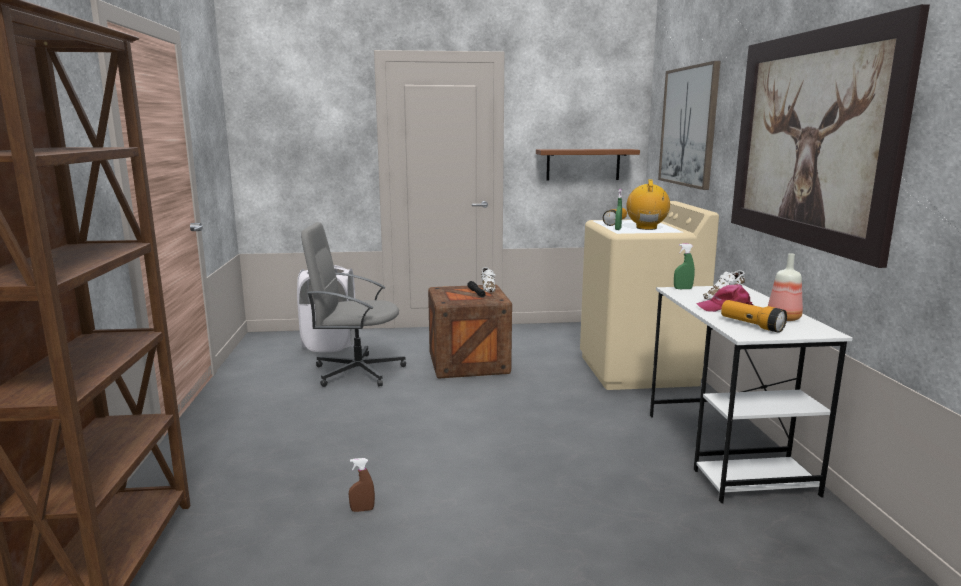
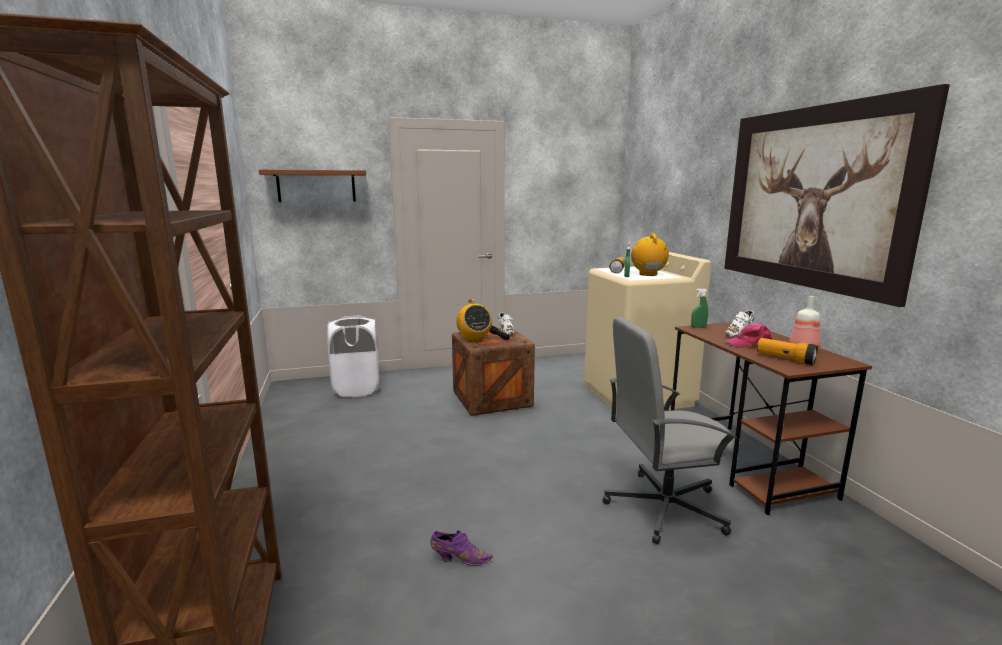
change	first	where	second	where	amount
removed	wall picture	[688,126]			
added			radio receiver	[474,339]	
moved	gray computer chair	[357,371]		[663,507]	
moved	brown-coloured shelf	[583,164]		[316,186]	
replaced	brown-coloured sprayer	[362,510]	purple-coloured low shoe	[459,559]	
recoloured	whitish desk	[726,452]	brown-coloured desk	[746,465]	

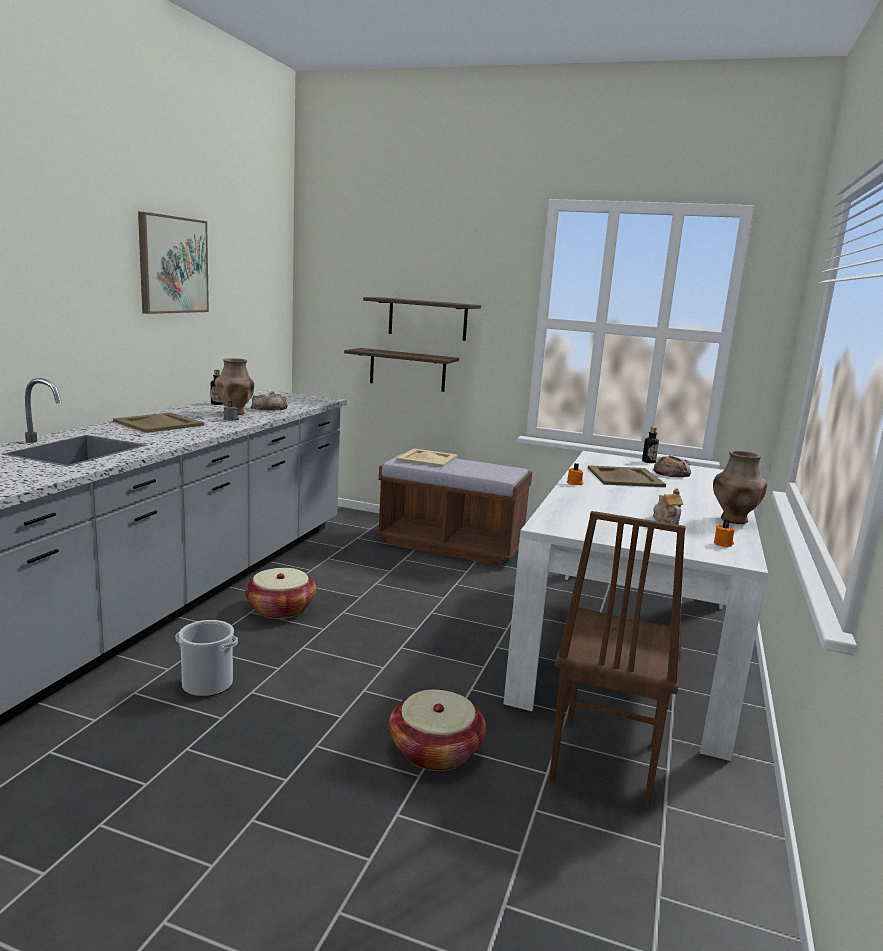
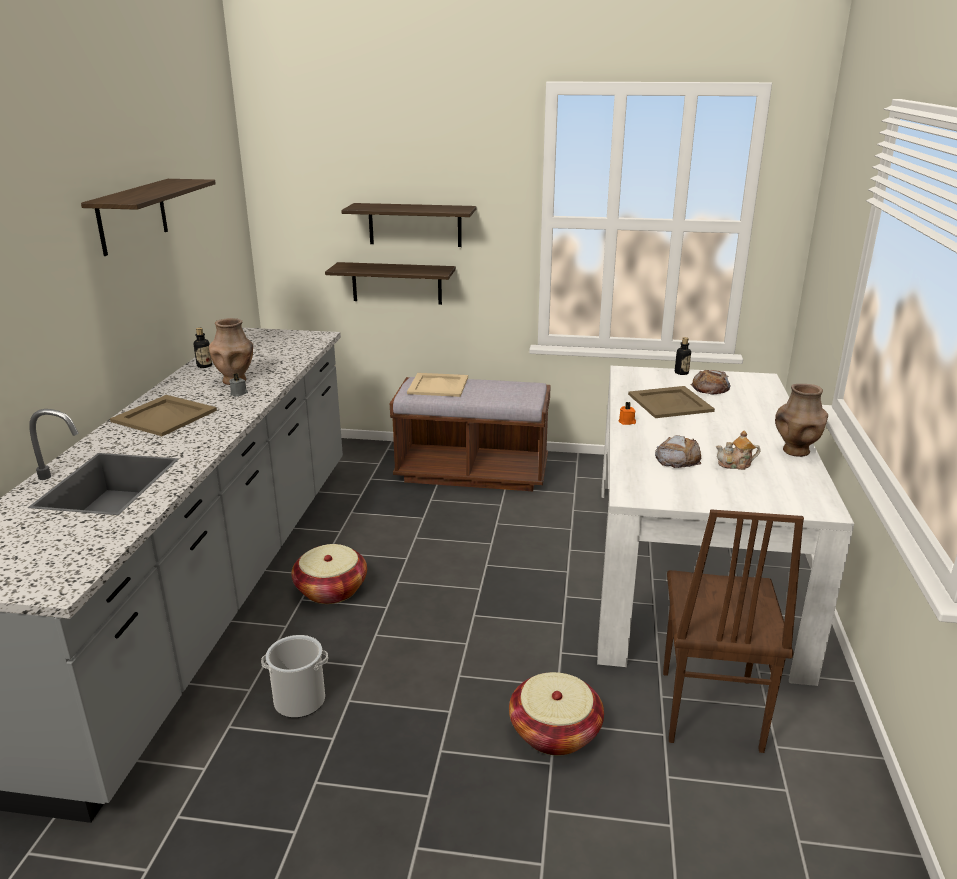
change	first	where	second	where	amount
removed	orangey candle	[723,544]			
moved	baked bread	[269,408]		[677,458]	
replaced	wall picture	[173,265]	shelf	[132,216]	
turned	pot for tea	[665,520]		[735,464]	75 degrees counterclockwise

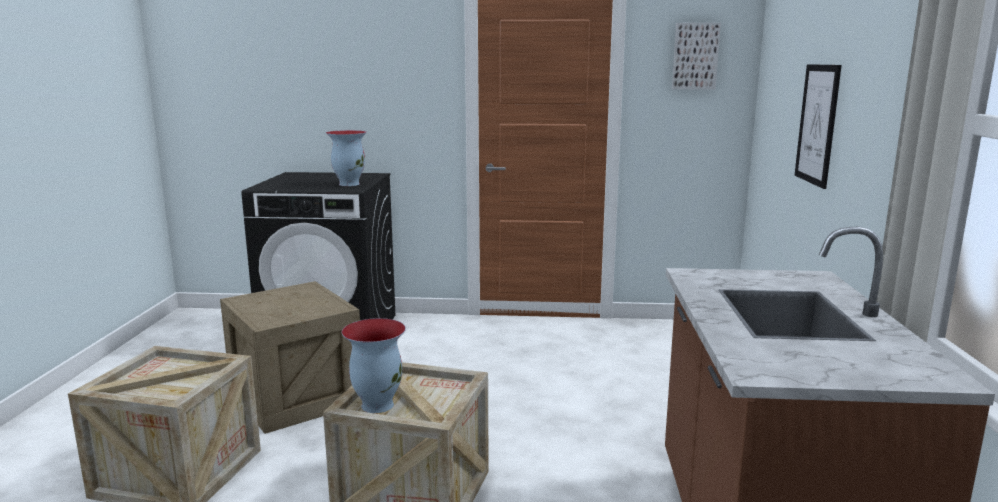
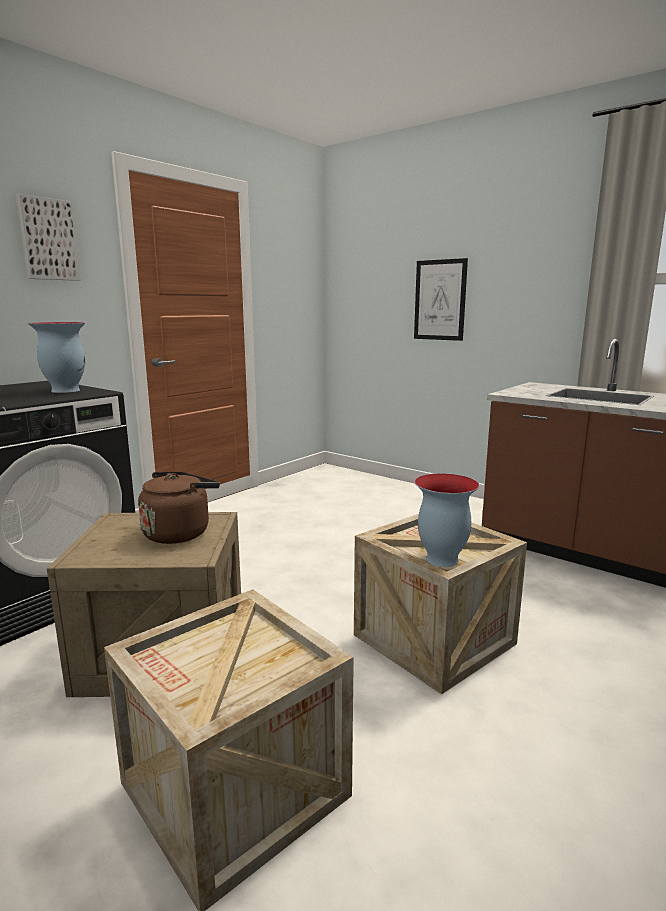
change	first	where	second	where	amount
added			brown-coloured kettle	[179,532]	
moved	wall picture	[695,56]		[48,239]	

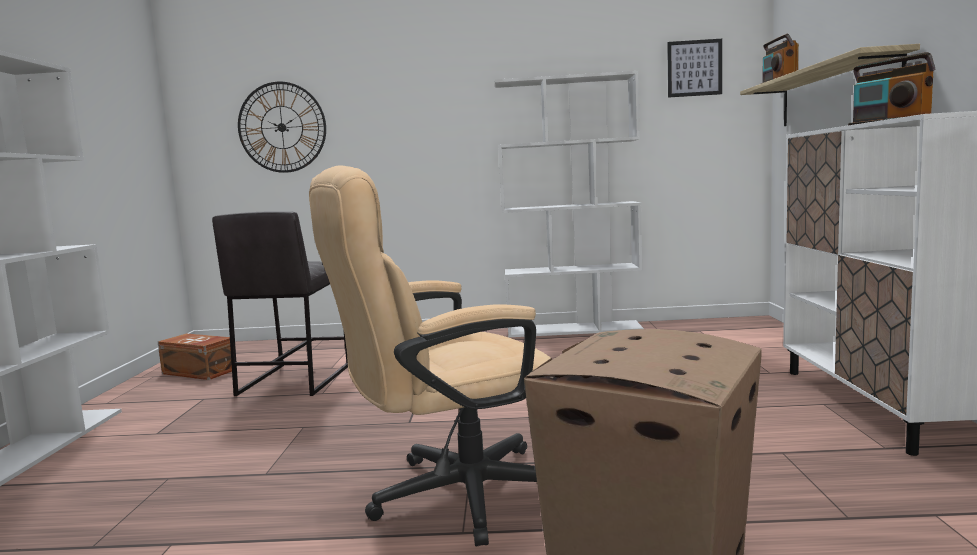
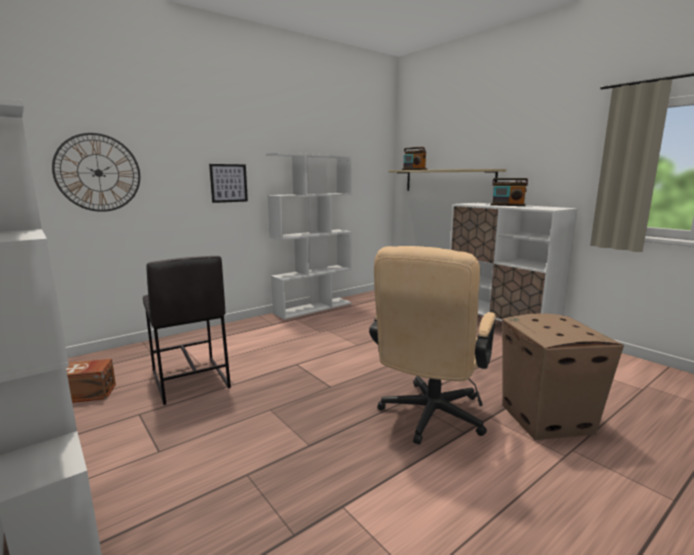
change	first	where	second	where	amount
moved	wall picture	[694,68]		[228,183]	

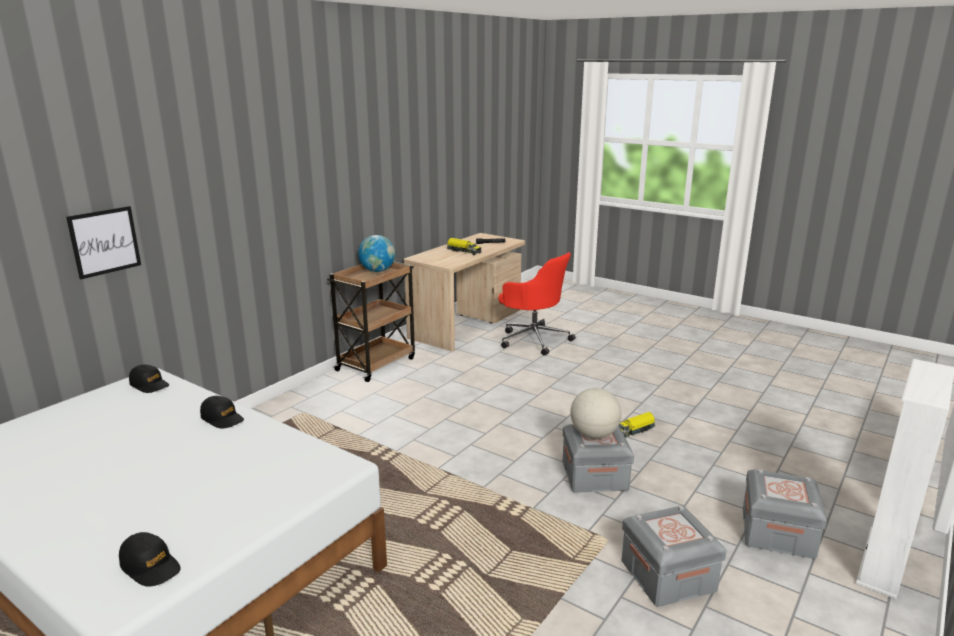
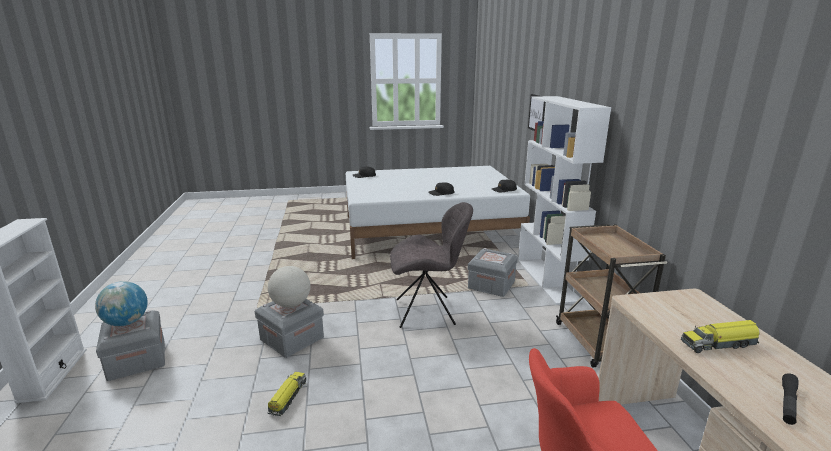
change	first	where	second	where	amount
added			gray upright chair	[427,312]	
added			whitish bookcase	[548,280]	
moved	world globe	[378,271]		[126,322]	
moved	gray storage bin	[668,576]		[491,285]	

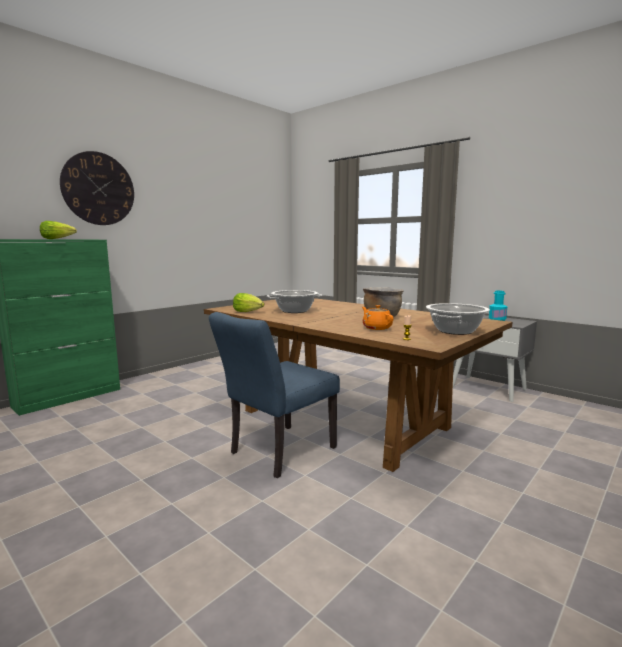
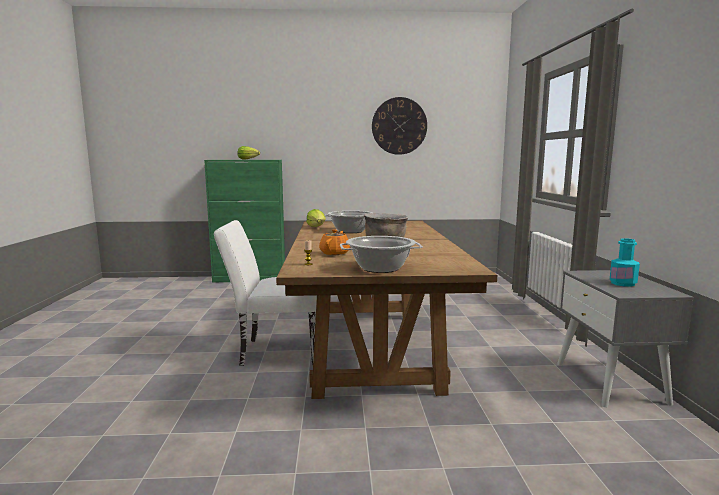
change	first	where	second	where	amount
moved	clock on the wall	[98,189]		[399,126]	
recoloured	blue upright chair	[277,453]	whitish upright chair	[274,352]	

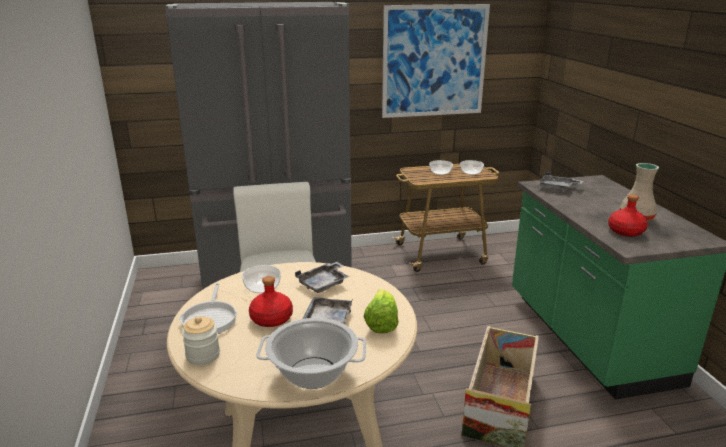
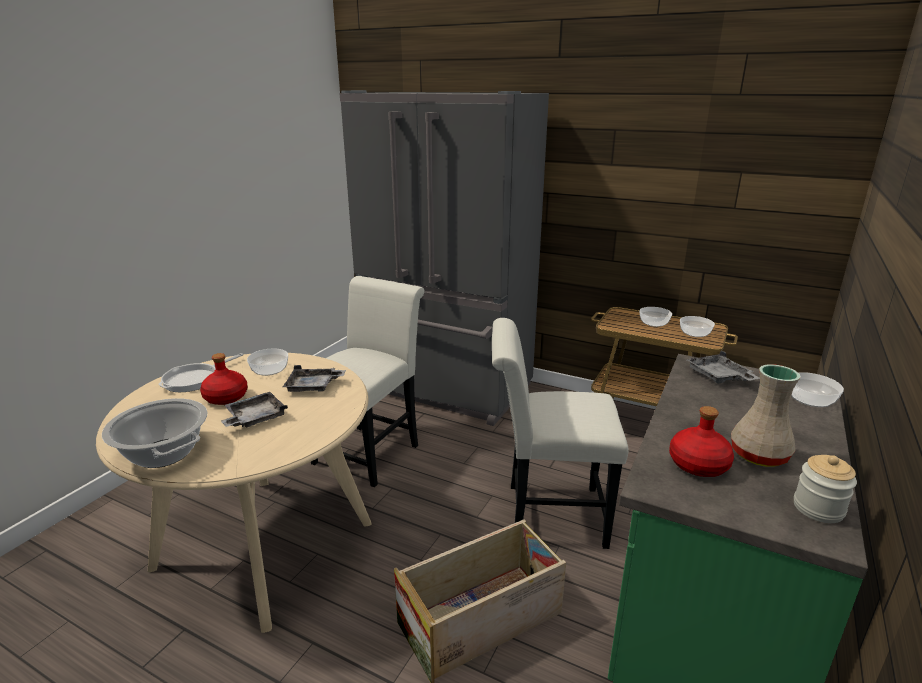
change	first	where	second	where	amount
removed	lettuce head	[381,323]			
removed	wall picture	[434,61]			
added			whitish upright chair	[546,514]	
added			bowl	[811,400]	
moved	preserve jar	[203,355]		[818,508]	

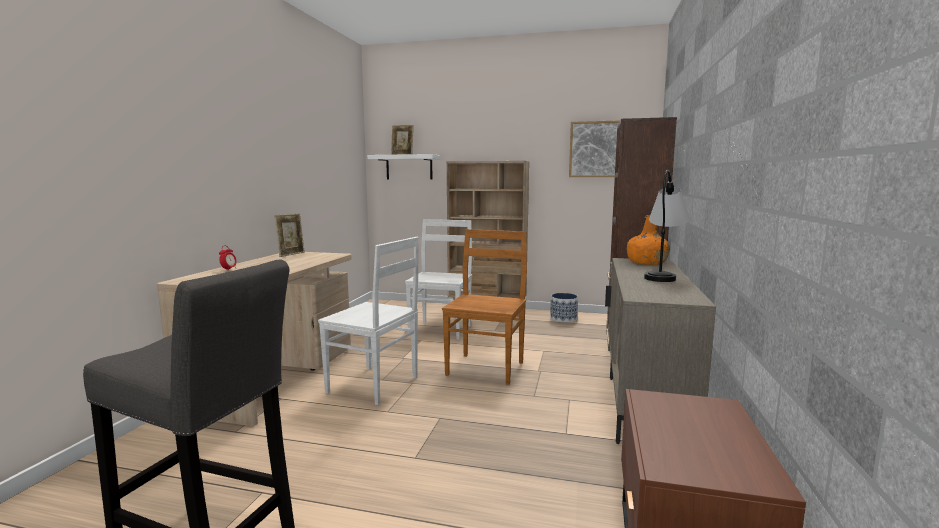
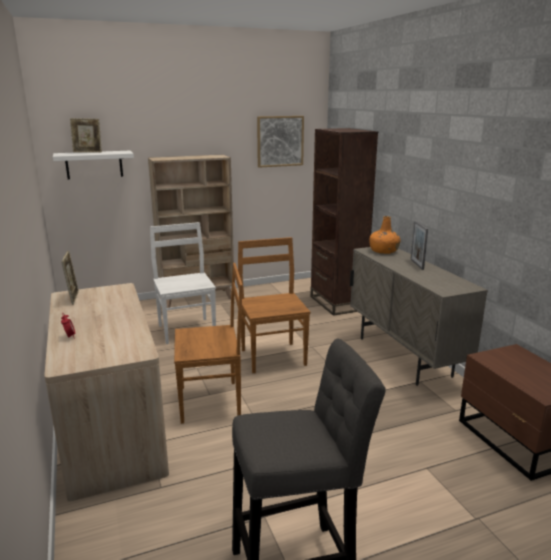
change	first	where	second	where	amount
removed	planter	[563,319]			
replaced	tabletop lamp	[663,275]	picture frame	[416,264]	
recoloured	whitish upright chair	[375,385]	brown-coloured upright chair	[212,401]	

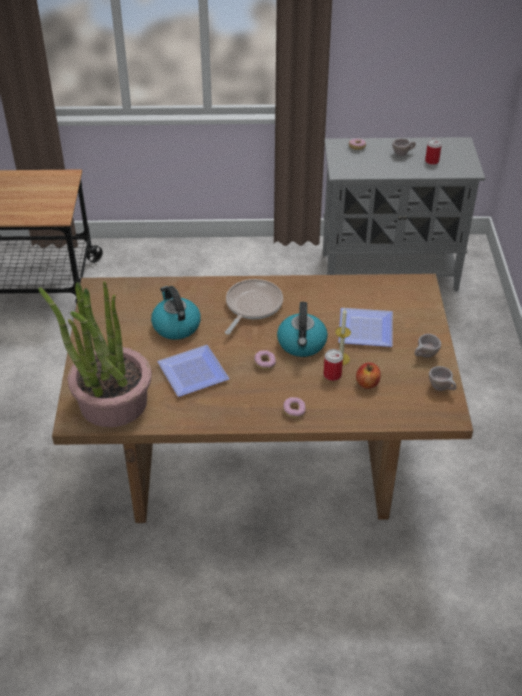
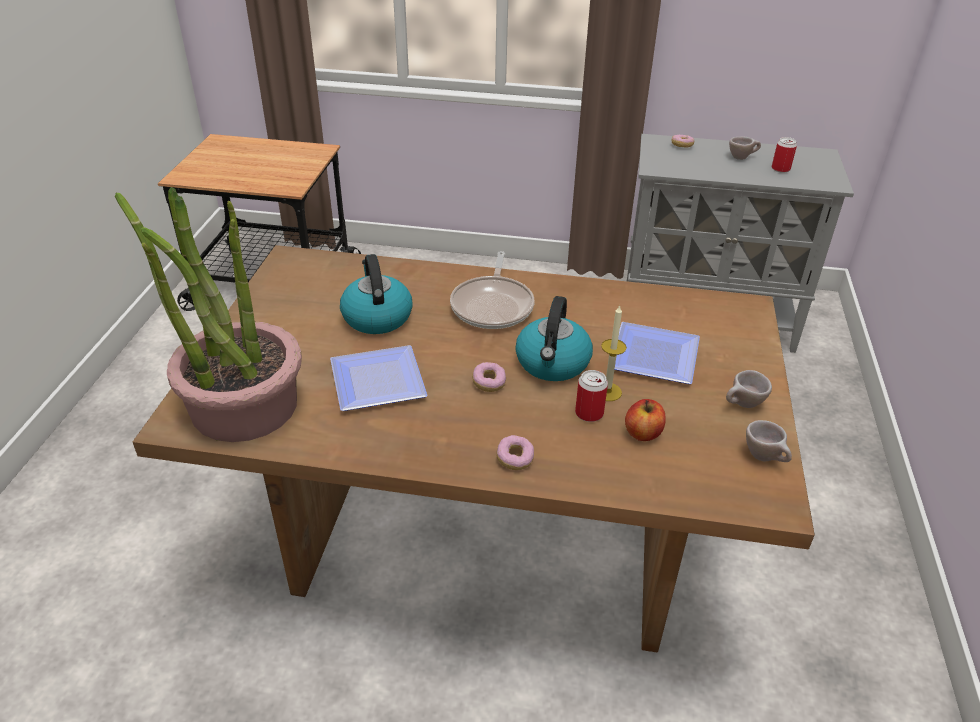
change	first	where	second	where	amount
turned	frying pan	[252,306]		[493,305]	150 degrees clockwise

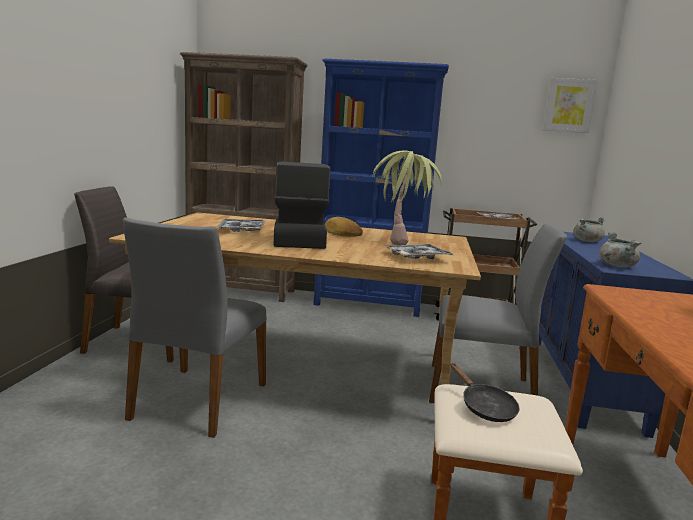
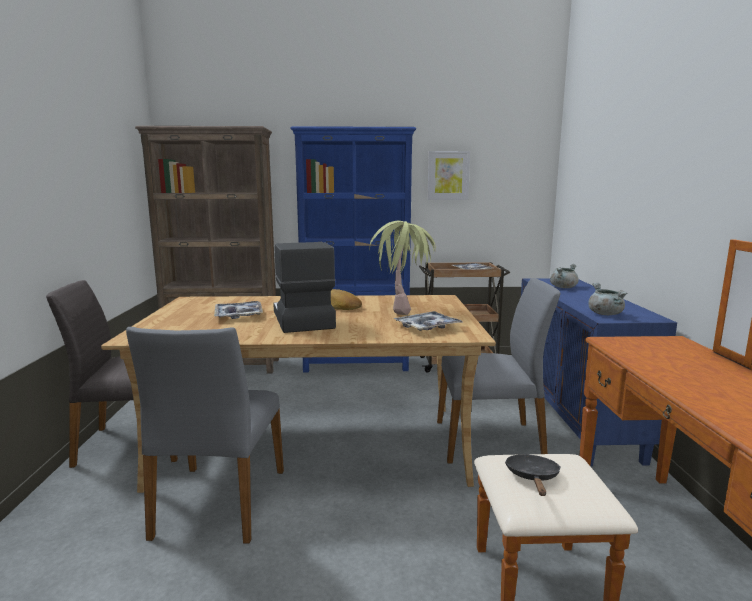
change	first	where	second	where	amount
moved	wall picture	[569,105]		[448,175]	
turned	black-coloured frying pan	[484,407]		[533,478]	135 degrees counterclockwise

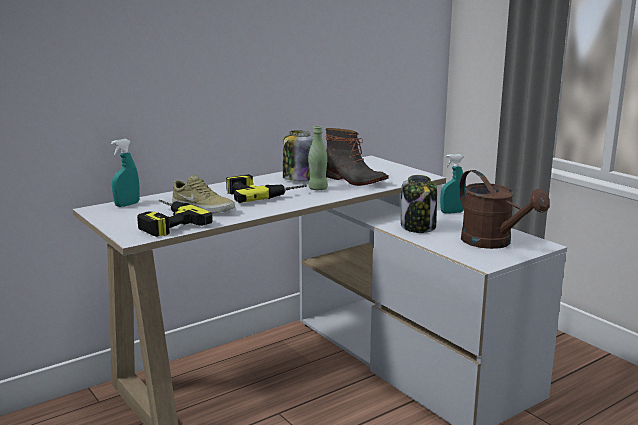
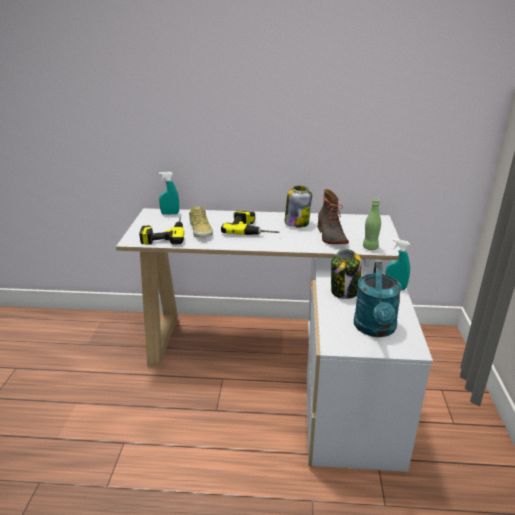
change	first	where	second	where	amount
moved	green bottle	[318,189]		[370,247]	
recoloured	brown-coloured watering can	[493,243]	blue-green watering can	[375,329]	

